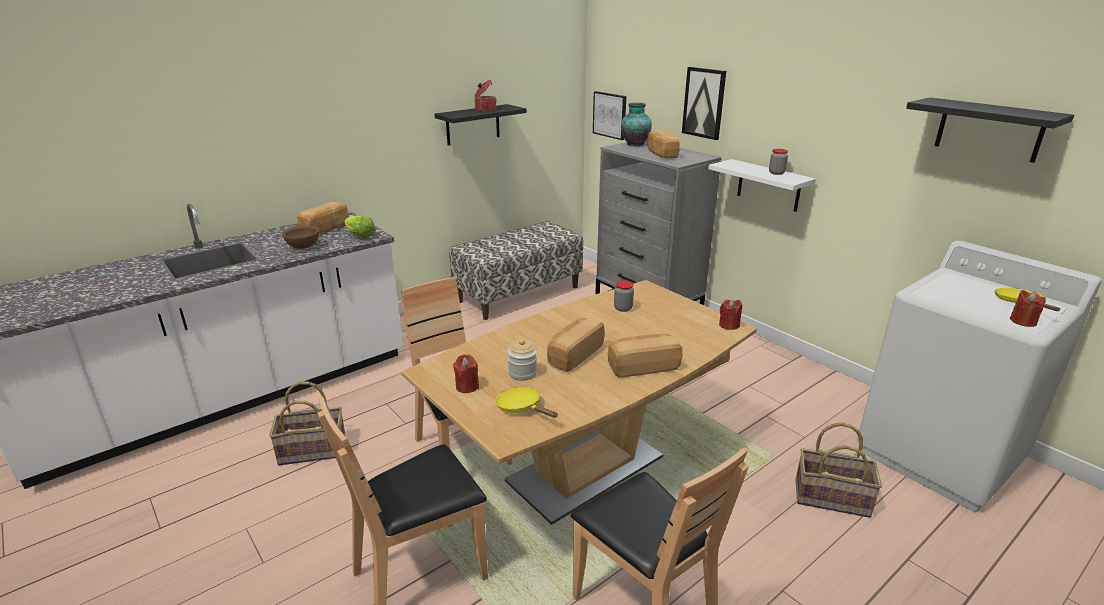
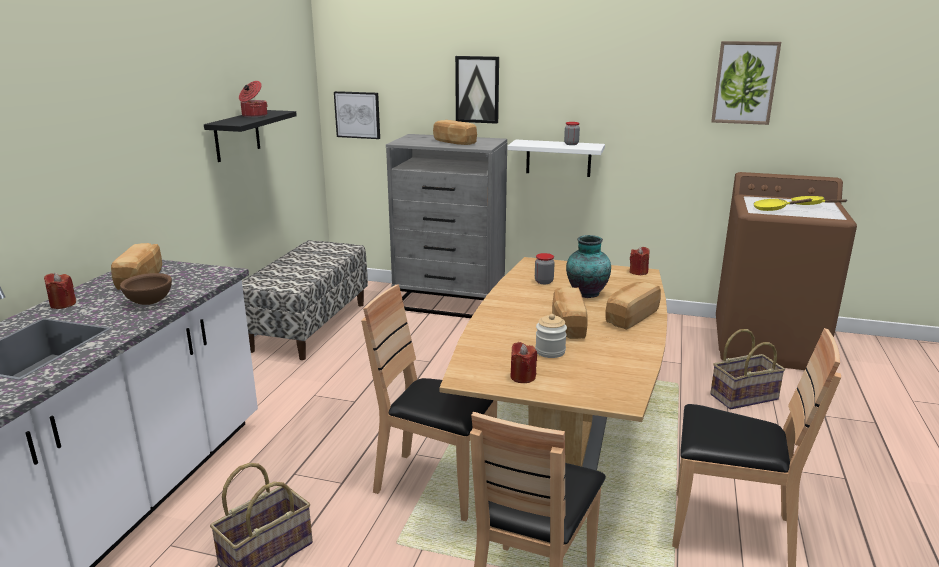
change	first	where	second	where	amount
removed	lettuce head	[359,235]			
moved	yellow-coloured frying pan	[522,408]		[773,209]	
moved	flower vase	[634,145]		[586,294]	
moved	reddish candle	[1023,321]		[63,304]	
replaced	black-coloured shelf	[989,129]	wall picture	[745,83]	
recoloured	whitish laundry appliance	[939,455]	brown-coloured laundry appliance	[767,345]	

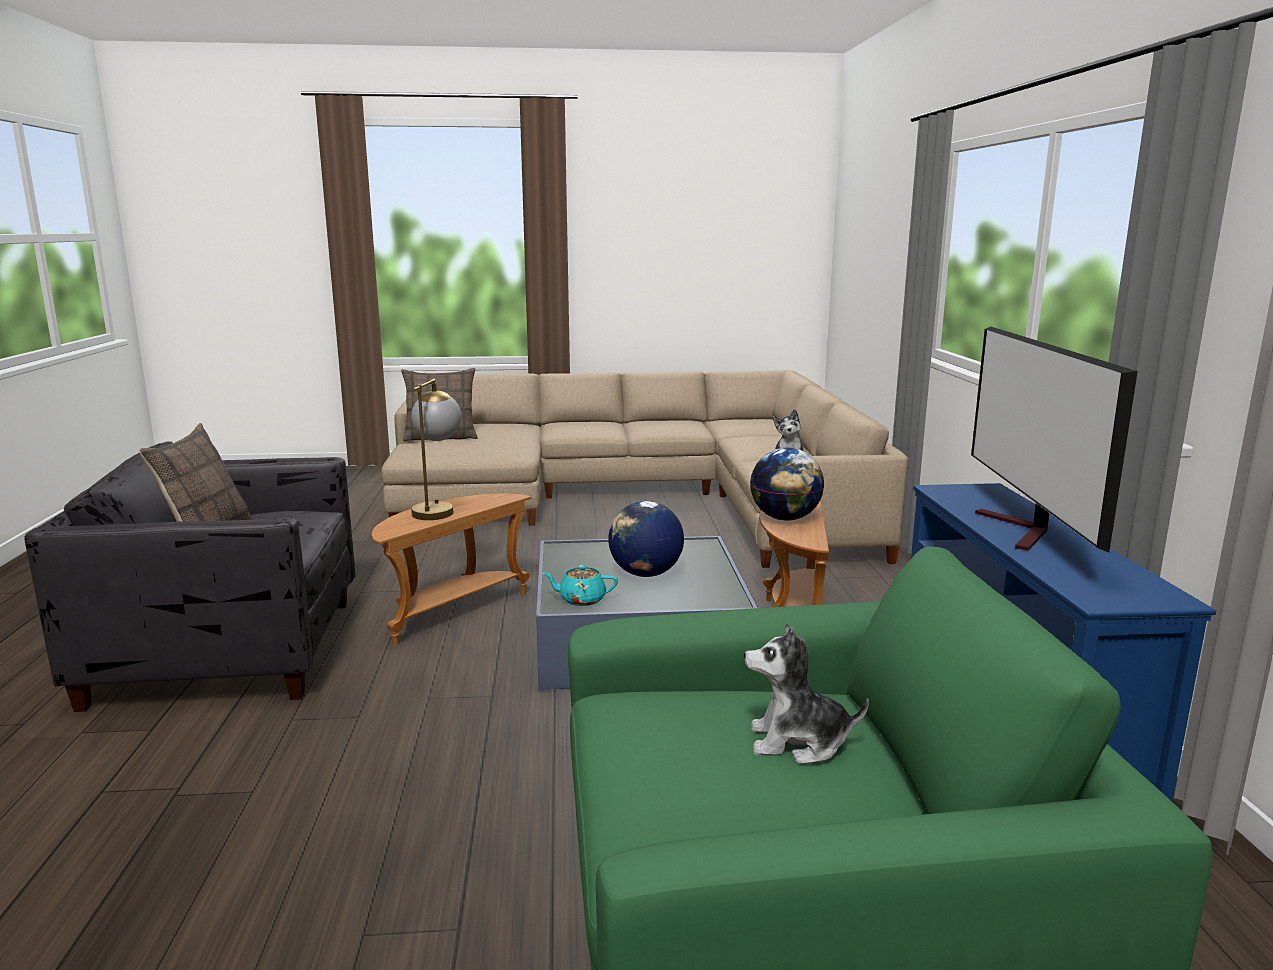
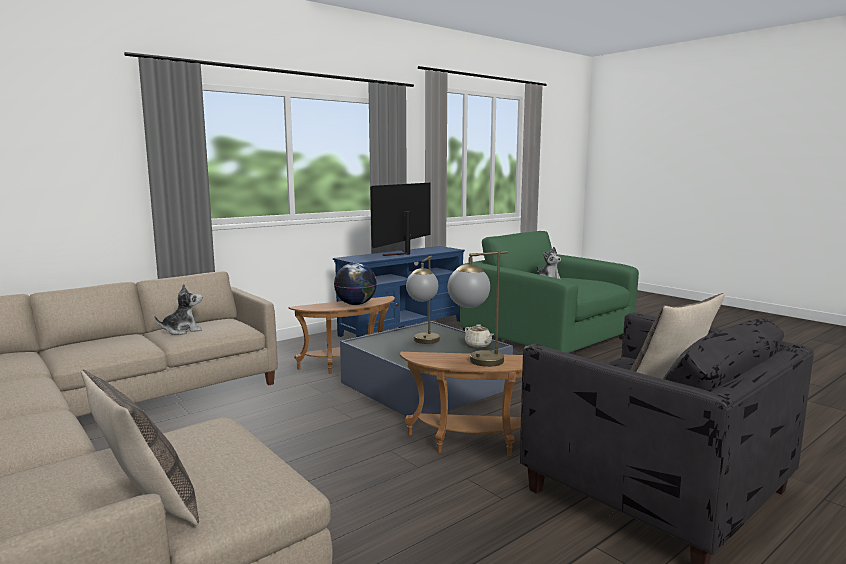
change	first	where	second	where	amount
replaced	world globe	[645,574]	tabletop lamp	[424,343]	
recoloured	blue-green pot for tea	[581,600]	beige-coloured pot for tea	[478,345]	
turned	TV	[1023,531]		[401,254]	150 degrees clockwise

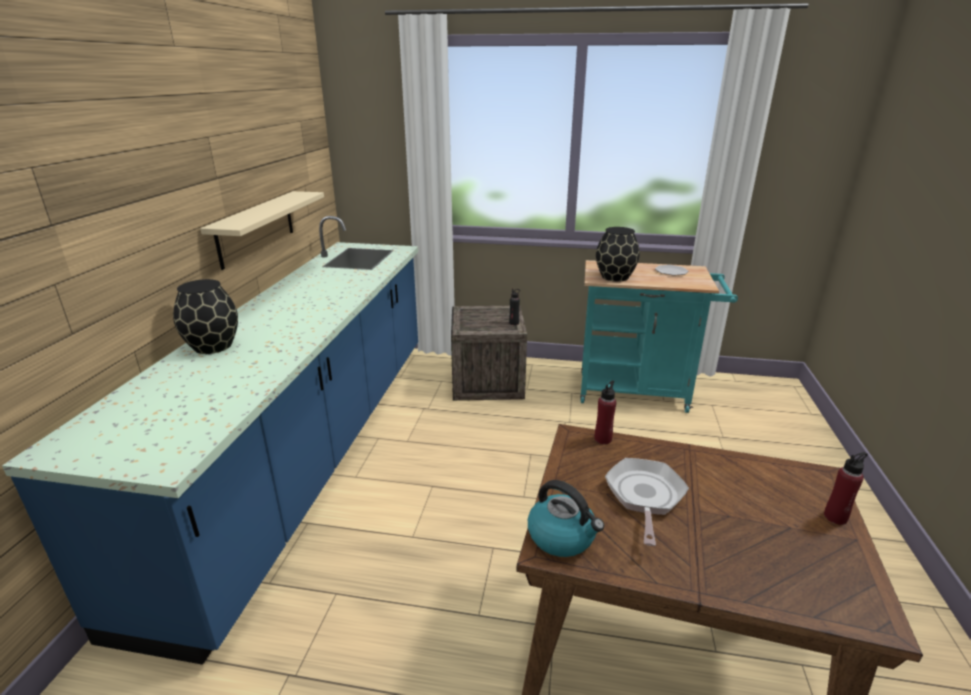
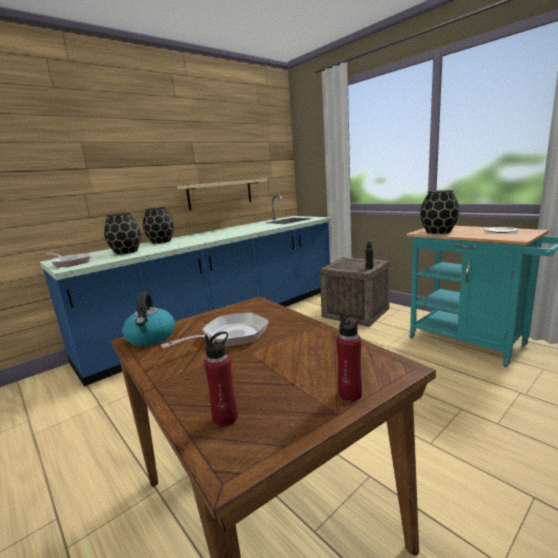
change	first	where	second	where	amount
added			frying pan	[70,263]	
added			black-coloured flower vase	[127,252]	
moved	reddish bottle	[603,439]		[225,418]	

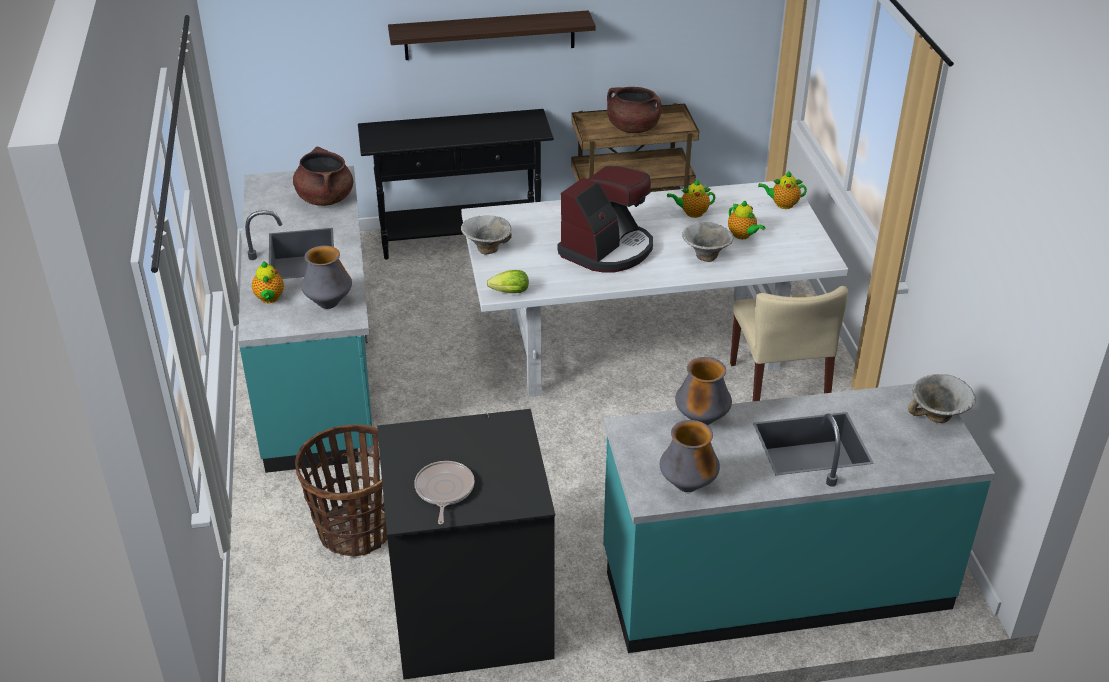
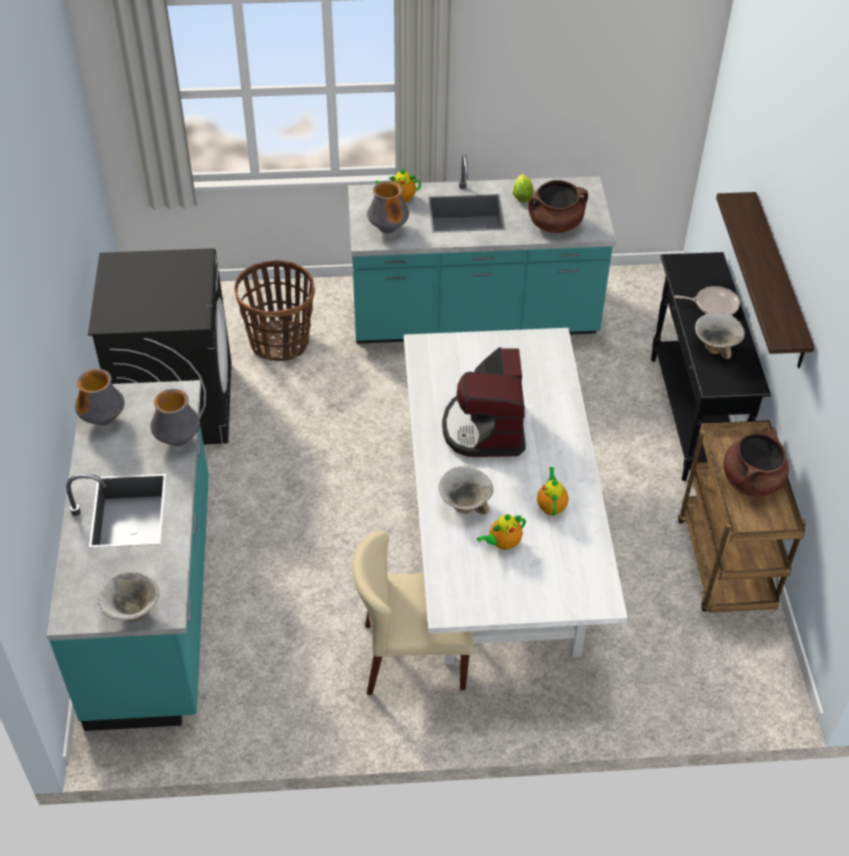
change	first	where	second	where	amount
removed	pot for tea	[782,204]			
moved	frying pan	[444,490]		[713,305]	
moved	bowl	[487,248]		[716,347]	
moved	lettuce head	[507,292]		[522,195]	
turned	coffee brewer	[607,249]		[485,428]	45 degrees clockwise

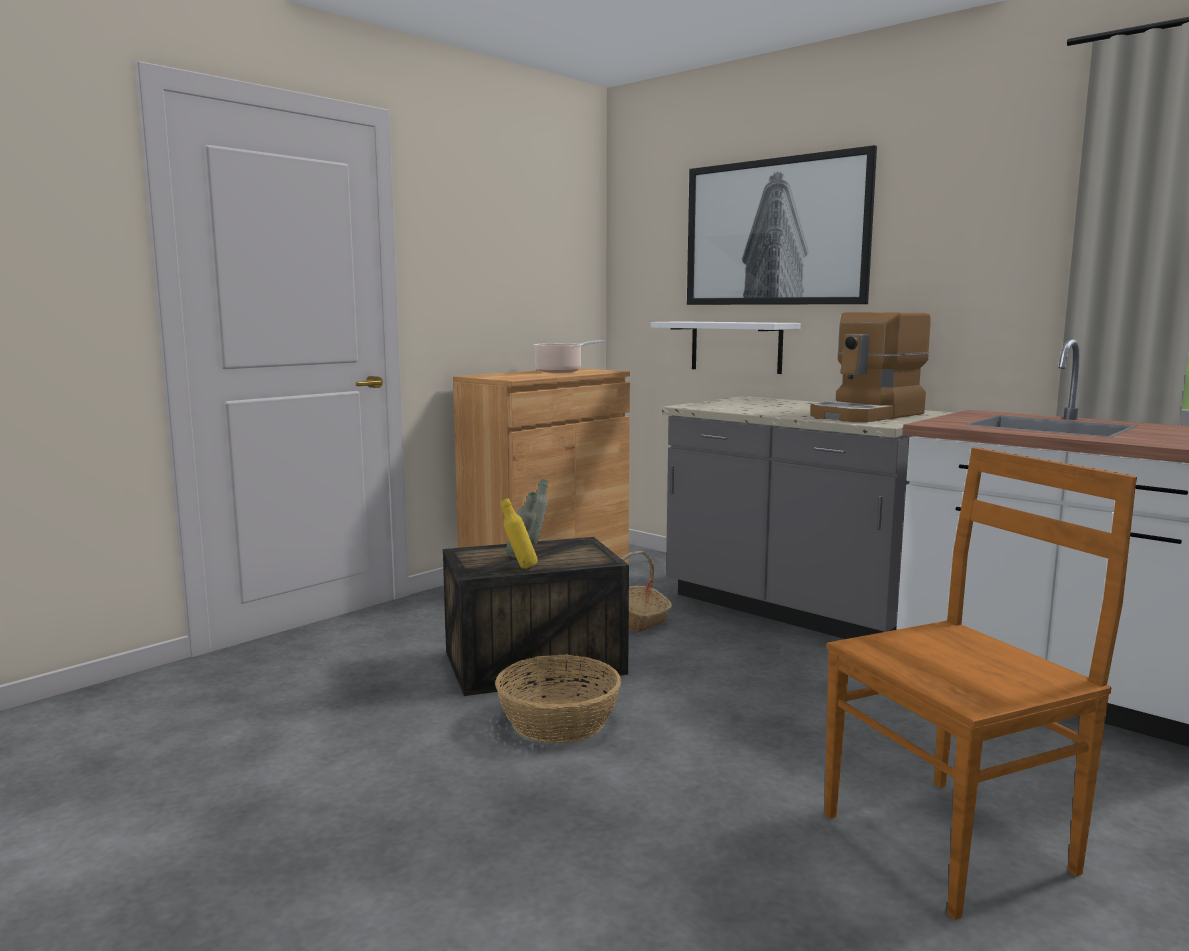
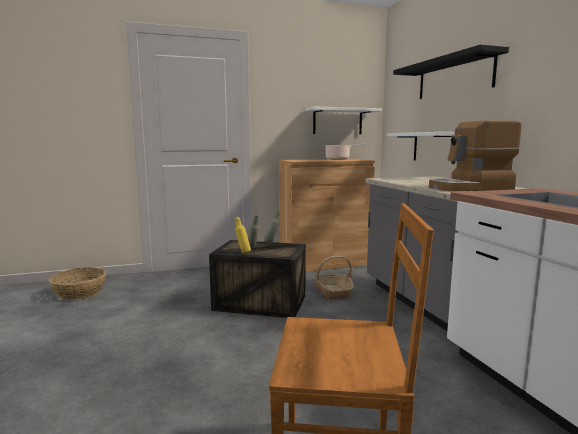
change	first	where	second	where	amount
added			whitish shelf	[337,121]	
moved	household basket	[557,721]		[80,292]	
replaced	wall picture	[774,232]	black-coloured shelf	[454,77]	

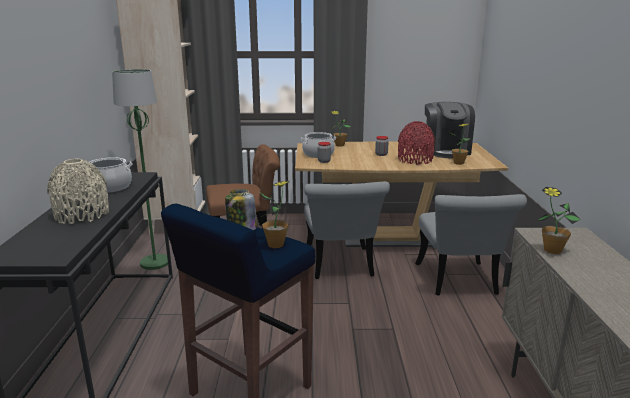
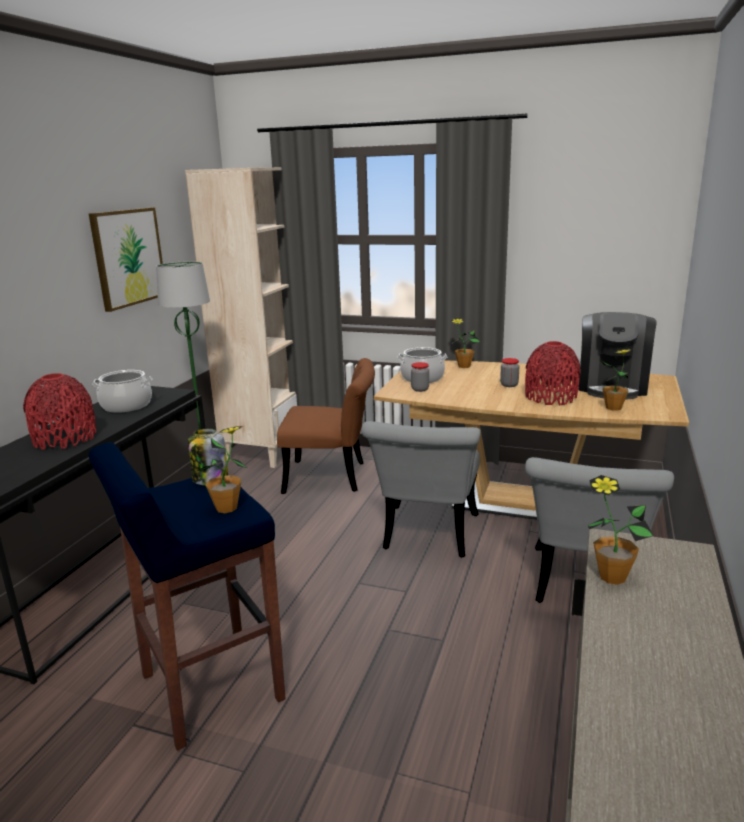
change	first	where	second	where	amount
added			wall picture	[128,257]	
recoloured	beige-coloured flower vase	[82,215]	reddish flower vase	[65,439]	

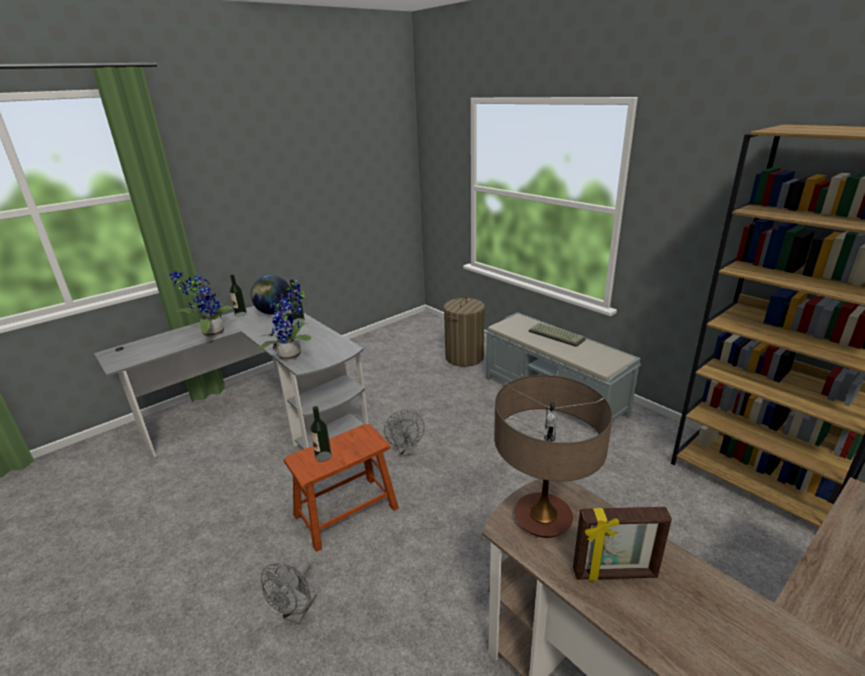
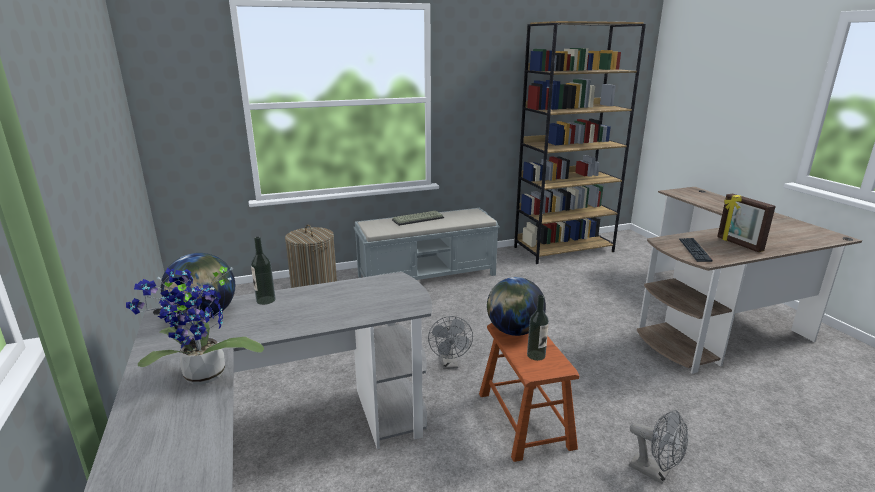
change	first	where	second	where	amount
removed	bottle	[240,314]			
removed	potted plant	[292,356]			
added			world globe	[514,331]	
replaced	tabletop lamp	[542,518]	keyboard	[694,250]	
turned	gray fan	[406,451]		[450,364]	75 degrees clockwise
turned	picture frame	[615,574]		[739,244]	135 degrees clockwise

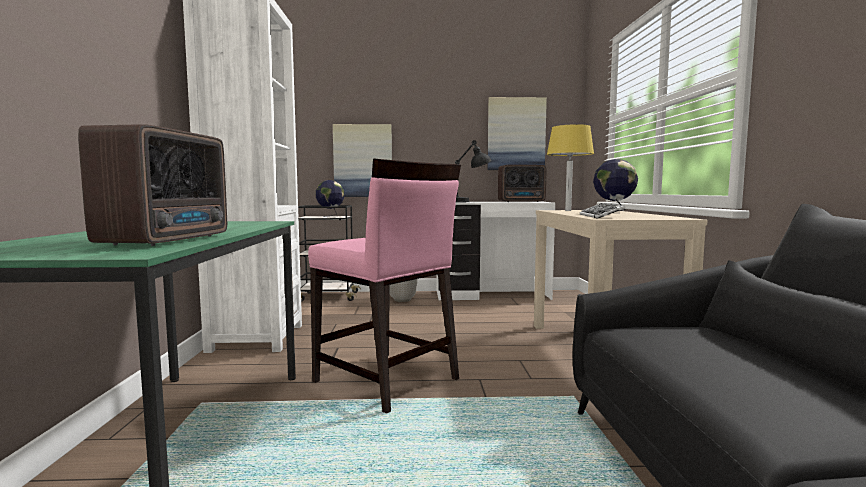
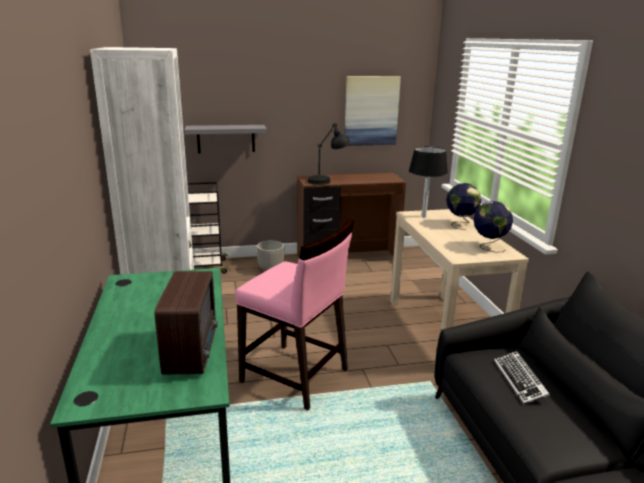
change	first	where	second	where	amount
removed	radio receiver	[522,201]			
moved	world globe	[330,216]		[488,247]	
moved	keyboard	[601,216]		[519,380]	
replaced	wall picture	[363,161]	gray shelf	[226,138]	
recoloured	whitish desk	[492,295]	brown-coloured desk	[348,259]	
recoloured	yellow-coloured tabletop lamp	[568,210]	black-coloured tabletop lamp	[423,217]	

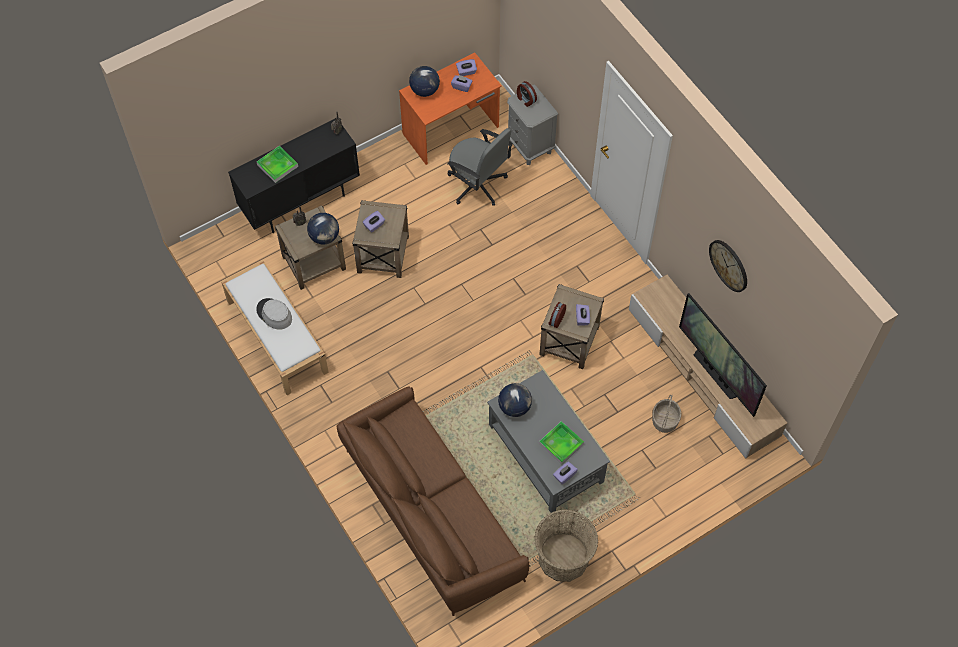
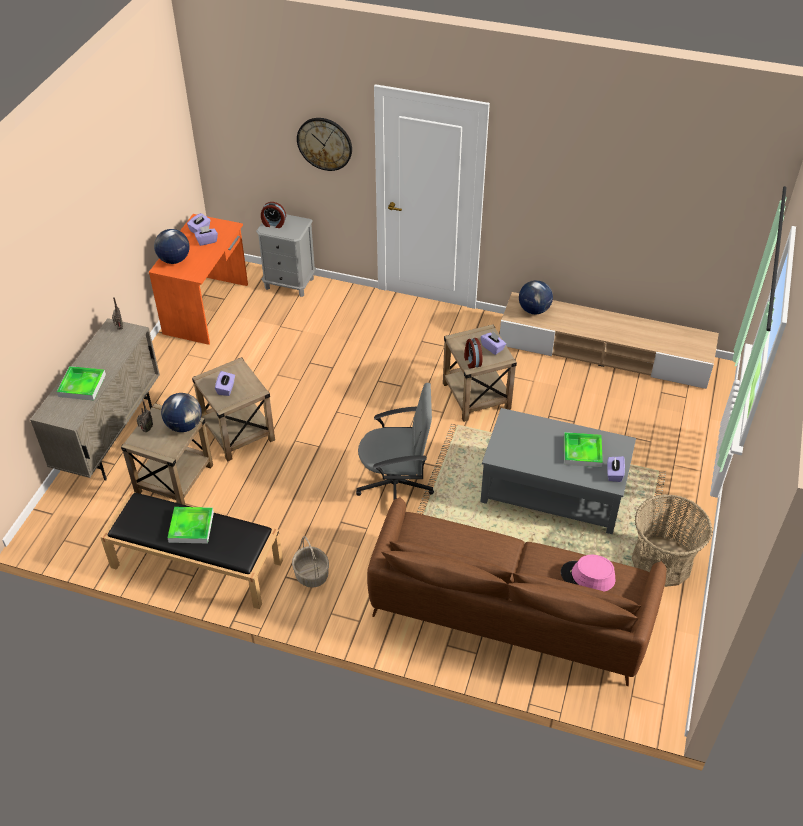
change	first	where	second	where	amount
removed	TV	[716,373]			
added			pink hat	[587,577]	
moved	gray computer chair	[477,185]		[396,485]	
moved	world globe	[515,407]		[534,310]	
moved	household basket	[664,420]		[311,574]	
moved	clock on the wall	[729,265]		[324,143]	
replaced	gray hat	[274,314]	carrying tray	[191,527]	
recoloured	whitish long seat	[276,336]	black-coloured long seat	[195,564]	
recoloured	black-coloured cabinet	[301,202]	beige-coloured cabinet	[112,439]	

